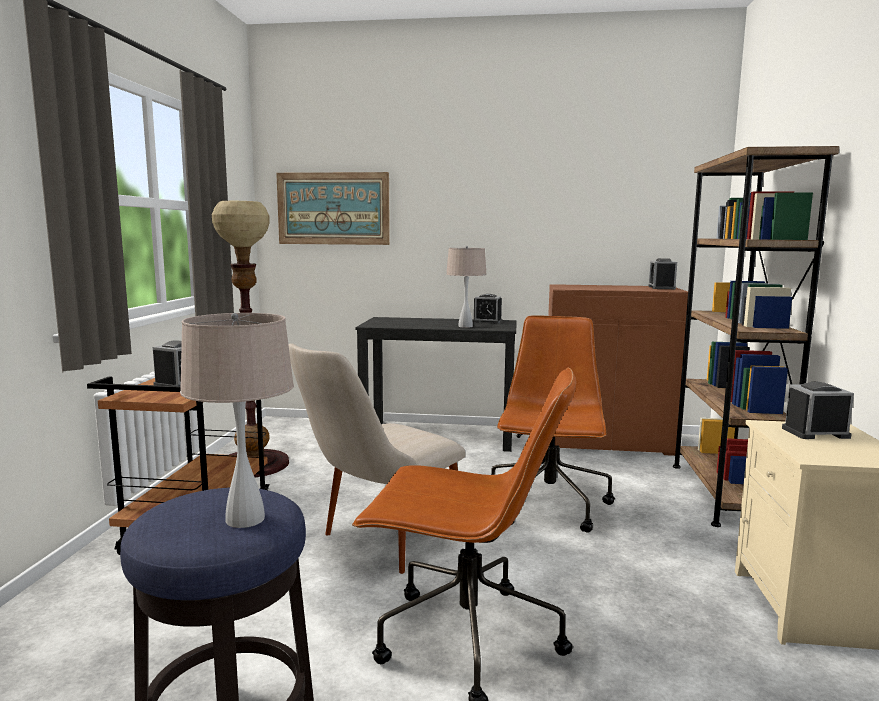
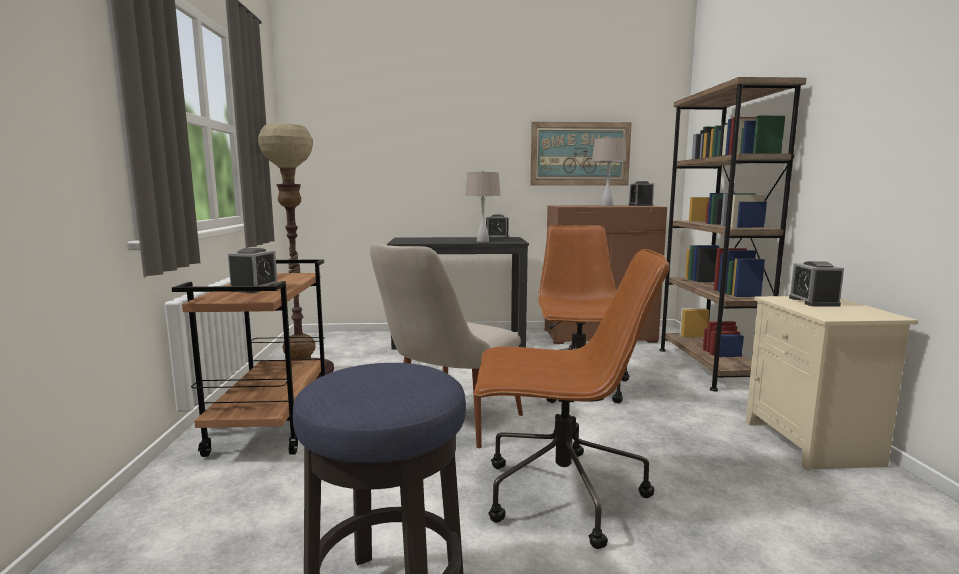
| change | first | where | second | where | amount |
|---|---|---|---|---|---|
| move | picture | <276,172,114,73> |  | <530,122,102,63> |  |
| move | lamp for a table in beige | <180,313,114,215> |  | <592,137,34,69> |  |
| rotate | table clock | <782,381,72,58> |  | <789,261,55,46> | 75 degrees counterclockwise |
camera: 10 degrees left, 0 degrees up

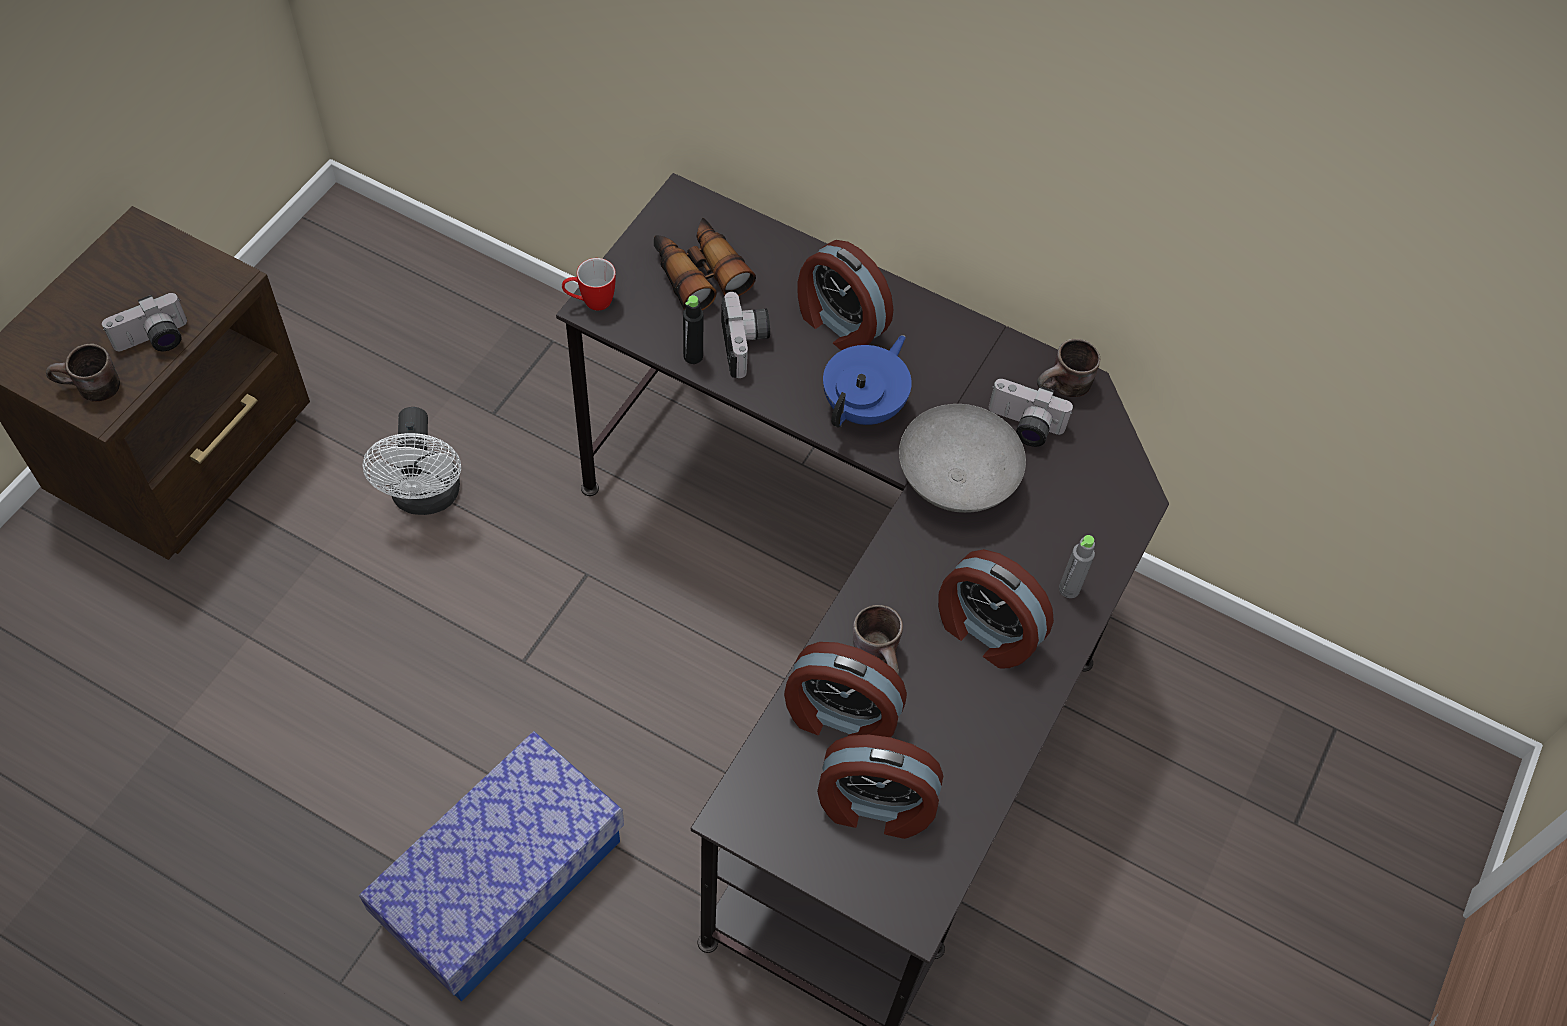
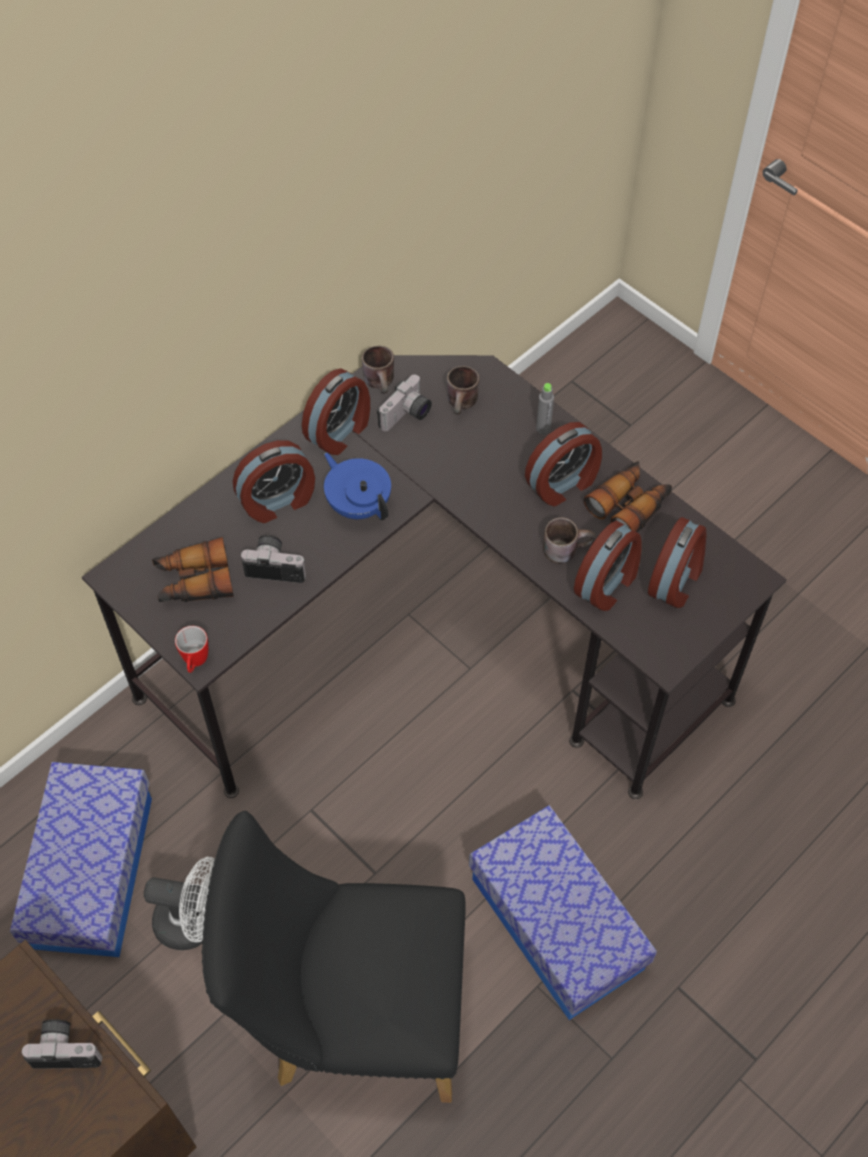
| change | first | where | second | where | amount |
|---|---|---|---|---|---|
| insert |  |  | storage container | <10,762,142,195> |  |
| rotate | still camera | <102,293,85,58> |  | <22,1019,80,50> | 75 degrees counterclockwise |
| insert |  |  | upright chair in blackish | <202,811,264,292> |  |
| insert |  |  | table clock | <302,368,68,87> |  |
| move | mug in brown | <46,344,74,58> |  | <447,366,33,49> |  |
| insert |  |  | binoculars | <584,461,88,71> |  |
| delete | beverage bottle in blackish | <683,295,20,69> |  |  |  |
| delete | deep dish in grey | <899,404,127,109> |  |  |  |
camera: 70 degrees left, 0 degrees up

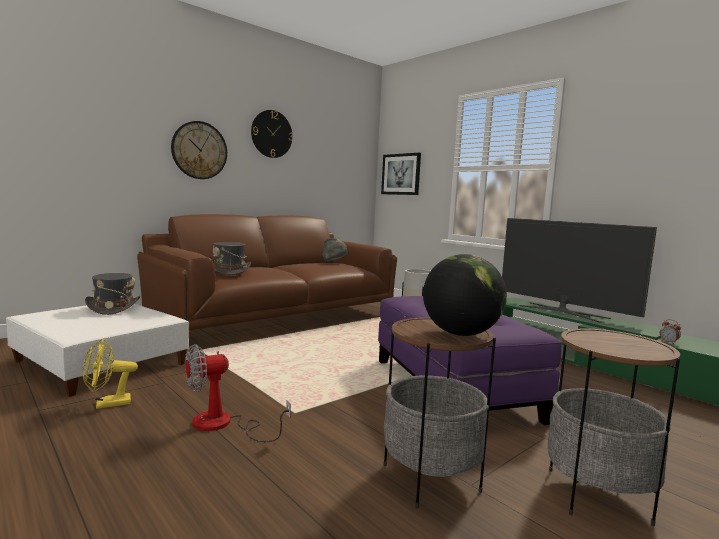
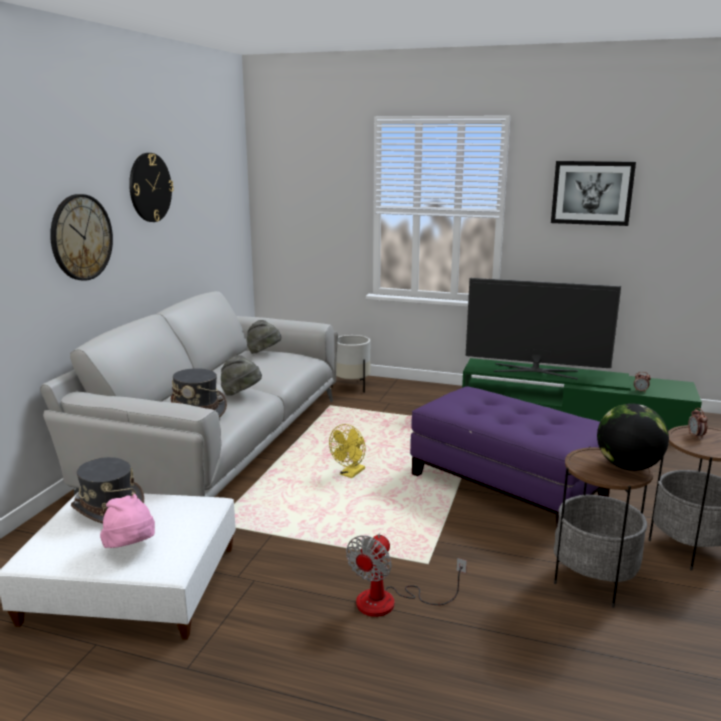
| change | first | where | second | where | amount |
|---|---|---|---|---|---|
| recolor | sofa in brown | <137,214,260,136> | sofa in grey | <40,291,298,206> |  |
| insert |  |  | clothing hat in pink | <100,494,55,54> |  |
| insert |  |  | clothing hat in grey | <221,355,41,41> |  |
| move | fan in yellowish | <83,339,55,70> |  | <329,424,36,54> |  |
| move | picture | <381,153,40,42> |  | <551,161,85,65> |  |
| insert |  |  | table clock | <688,408,19,31> |  |
camera: 30 degrees left, 10 degrees up

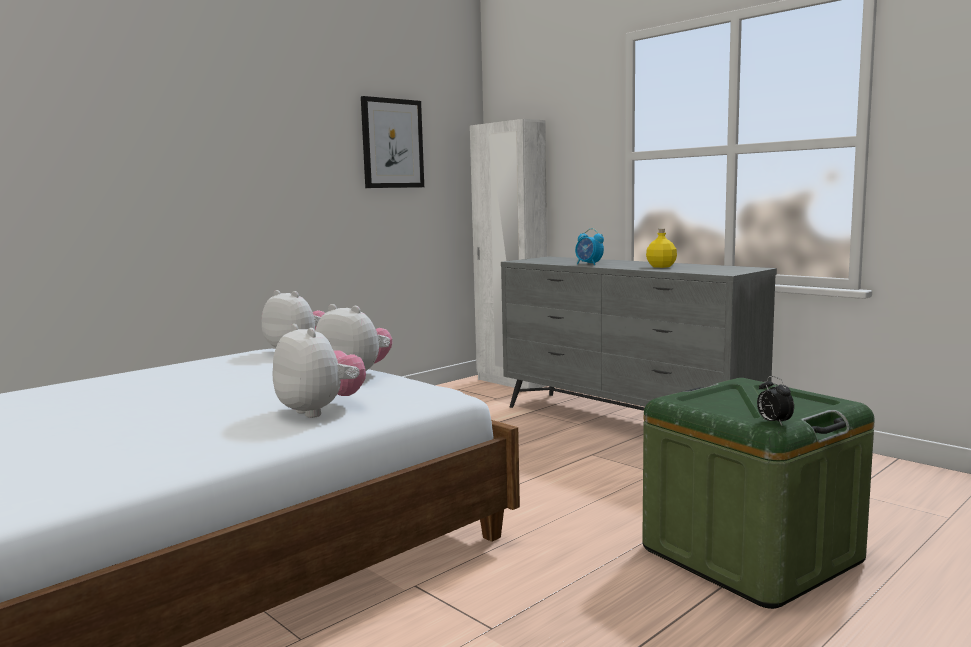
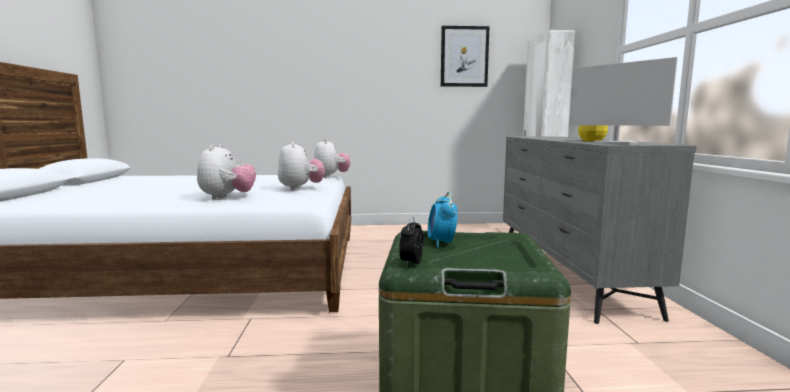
| change | first | where | second | where | amount |
|---|---|---|---|---|---|
| move | table clock | <575,228,29,37> |  | <428,192,30,56> |  |
| insert |  |  | computer display | <569,57,109,88> |  |
camera: 40 degrees right, 0 degrees up

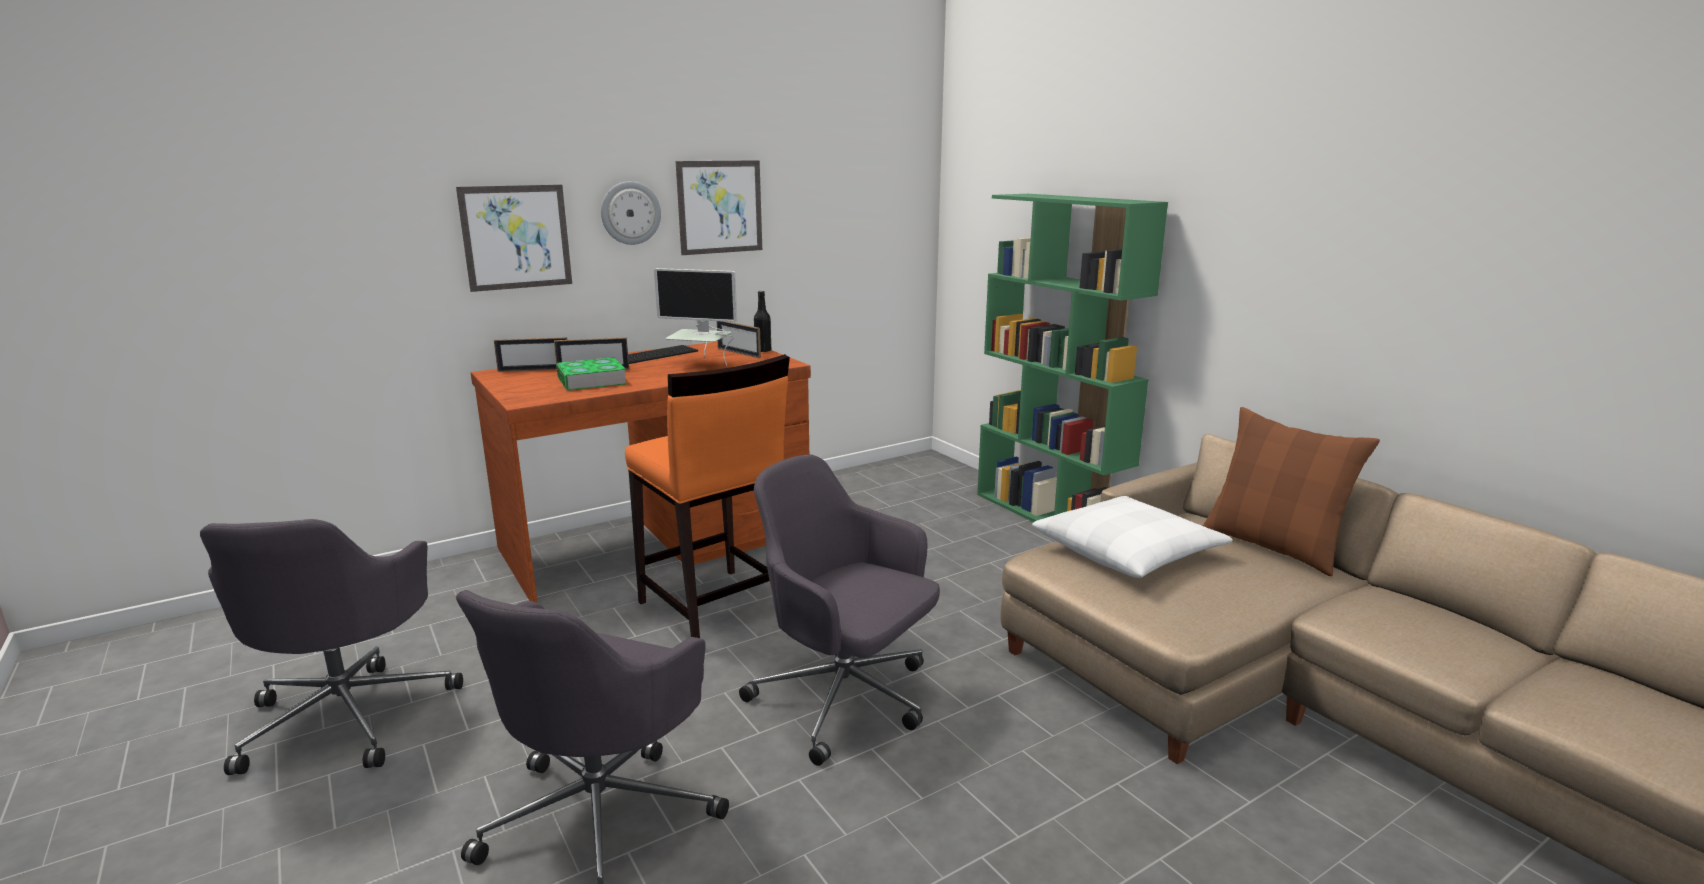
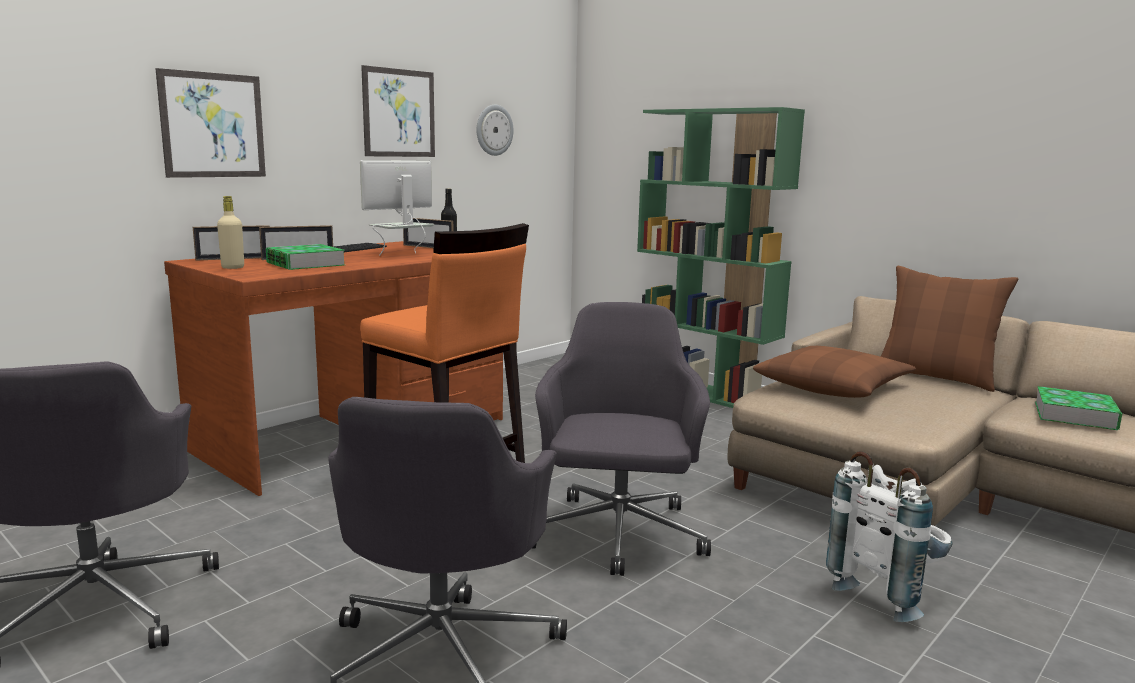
| change | first | where | second | where | amount |
|---|---|---|---|---|---|
| insert |  |  | beverage bottle in beige | <217,196,27,73> |  |
| rotate | computer display | <654,268,83,98> |  | <360,160,74,96> | 135 degrees clockwise |
| move | clock on the wall | <601,181,60,64> |  | <476,105,37,51> |  |
| rotate | office chair in grey | <739,455,201,311> |  | <532,302,179,274> | 75 degrees clockwise |
| recolor | pillow in white-coloured | <1032,496,201,82> | pillow in brown | <753,346,163,52> |  |
| insert |  |  | rucksack in white-coloured | <826,451,126,171> |  |
| insert |  |  | bound book | <1035,386,87,44> |  |
camera: 15 degrees left, 5 degrees down

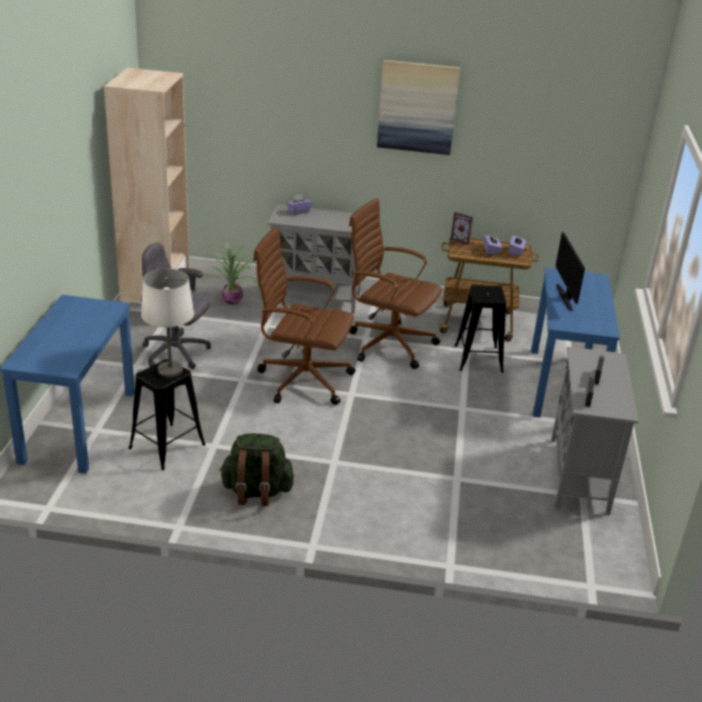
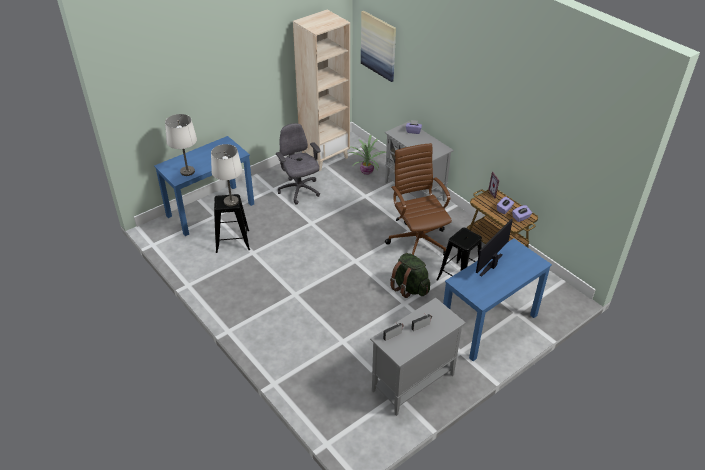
| change | first | where | second | where | amount |
|---|---|---|---|---|---|
| insert |  |  | lamp for a table in white-coloured | <165,114,32,62> |  |
| move | picture | <377,60,83,95> |  | <361,11,35,71> |  |
| move | rucksack in green-coloured | <219,433,75,73> |  | <390,253,40,45> |  |
| delete | office chair in brown | <253,227,103,178> |  |  |  |
camera: 45 degrees right, 10 degrees up

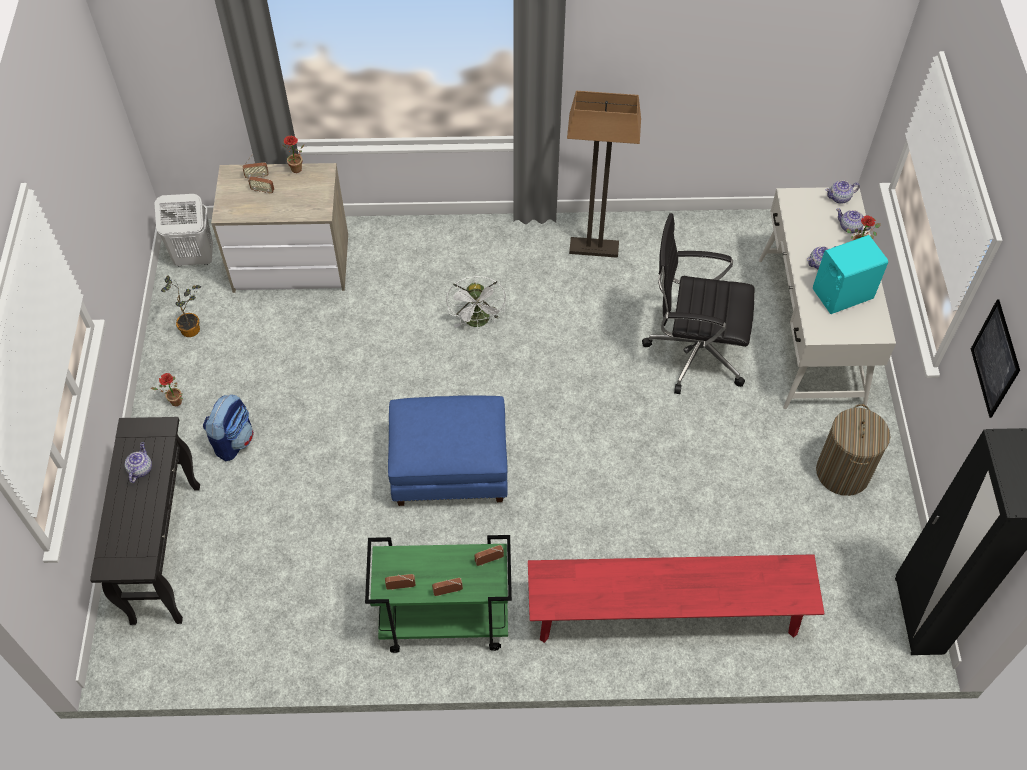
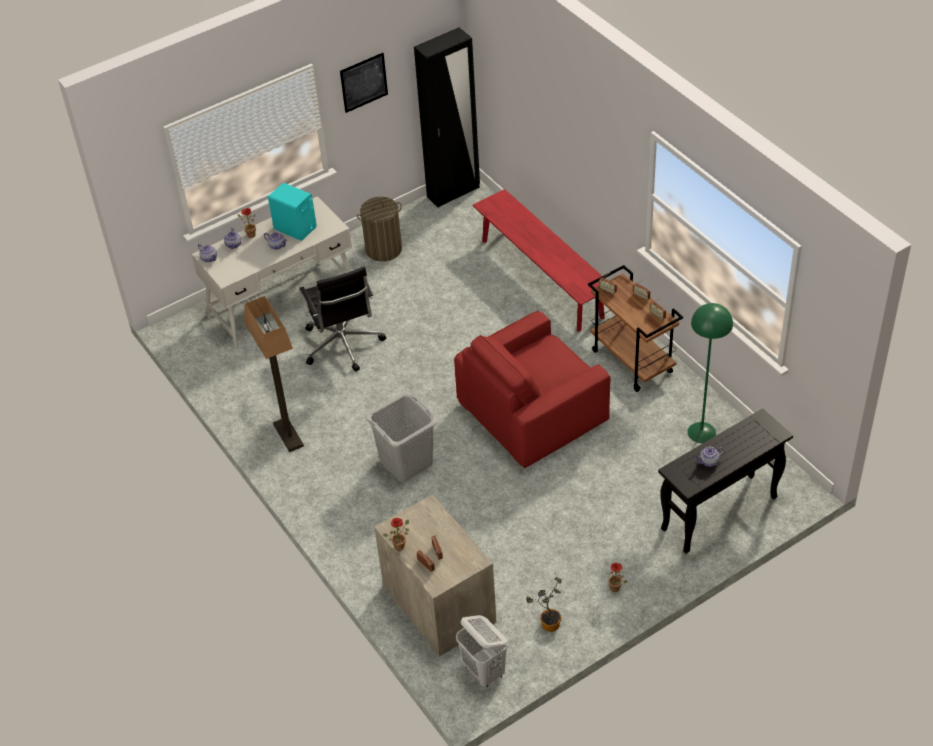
| change | first | where | second | where | amount |
|---|---|---|---|---|---|
| replace | fan in white-coloured | <446,276,60,51> | hamper in grey | <365,392,73,90> |  |
| replace | ottoman in blue-coloured | <388,395,120,111> | armchair in red | <454,311,156,157> |  |
| recolor | wheeled cart in green-coloured | <365,535,147,118> | wheeled cart in brown | <588,265,95,127> |  |
| insert |  |  | standing lamp in green-coloured | <687,303,46,140> |  |
| delete | rucksack | <203,394,51,67> |  |  |  |
camera: 120 degrees left, 10 degrees down

